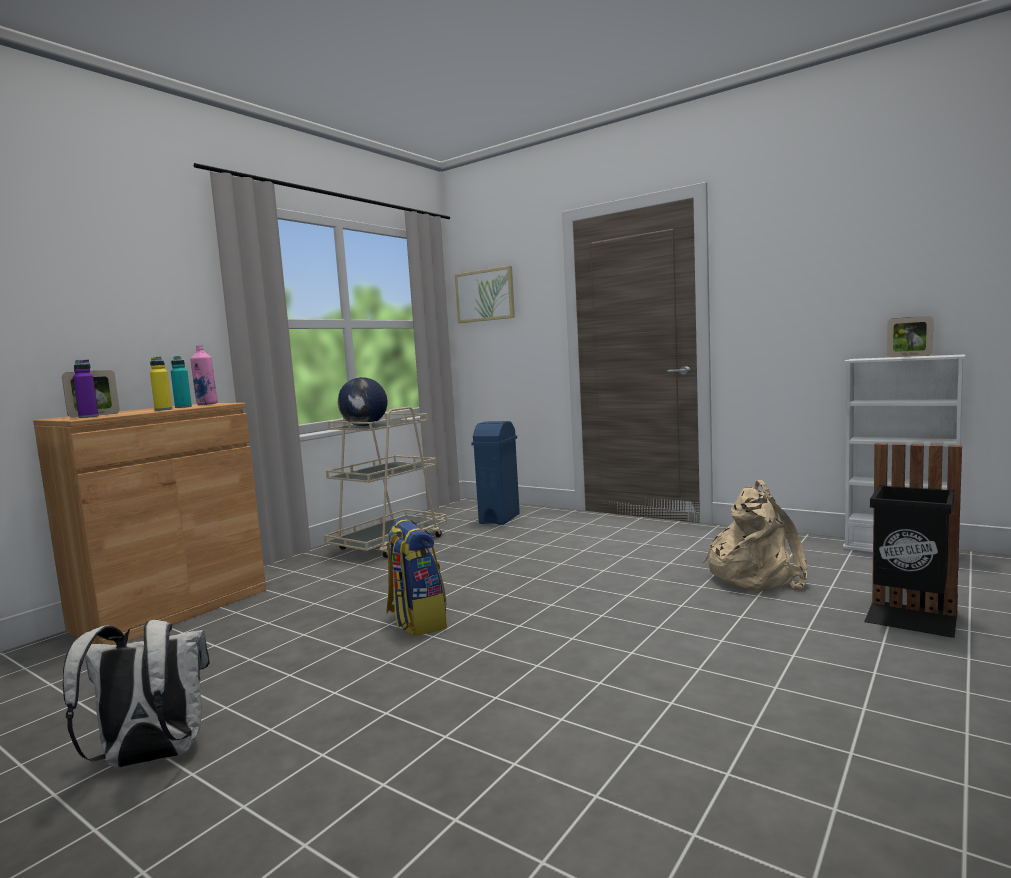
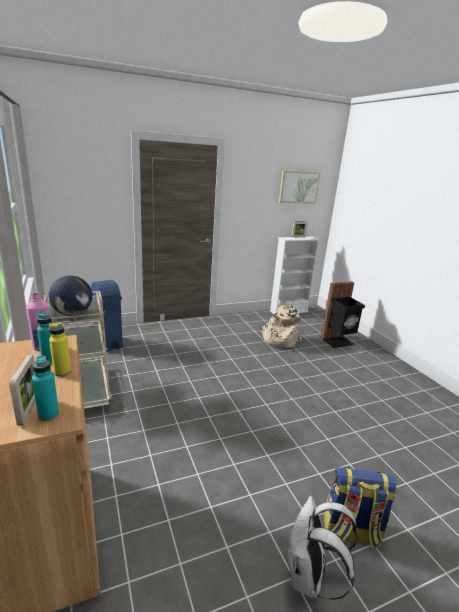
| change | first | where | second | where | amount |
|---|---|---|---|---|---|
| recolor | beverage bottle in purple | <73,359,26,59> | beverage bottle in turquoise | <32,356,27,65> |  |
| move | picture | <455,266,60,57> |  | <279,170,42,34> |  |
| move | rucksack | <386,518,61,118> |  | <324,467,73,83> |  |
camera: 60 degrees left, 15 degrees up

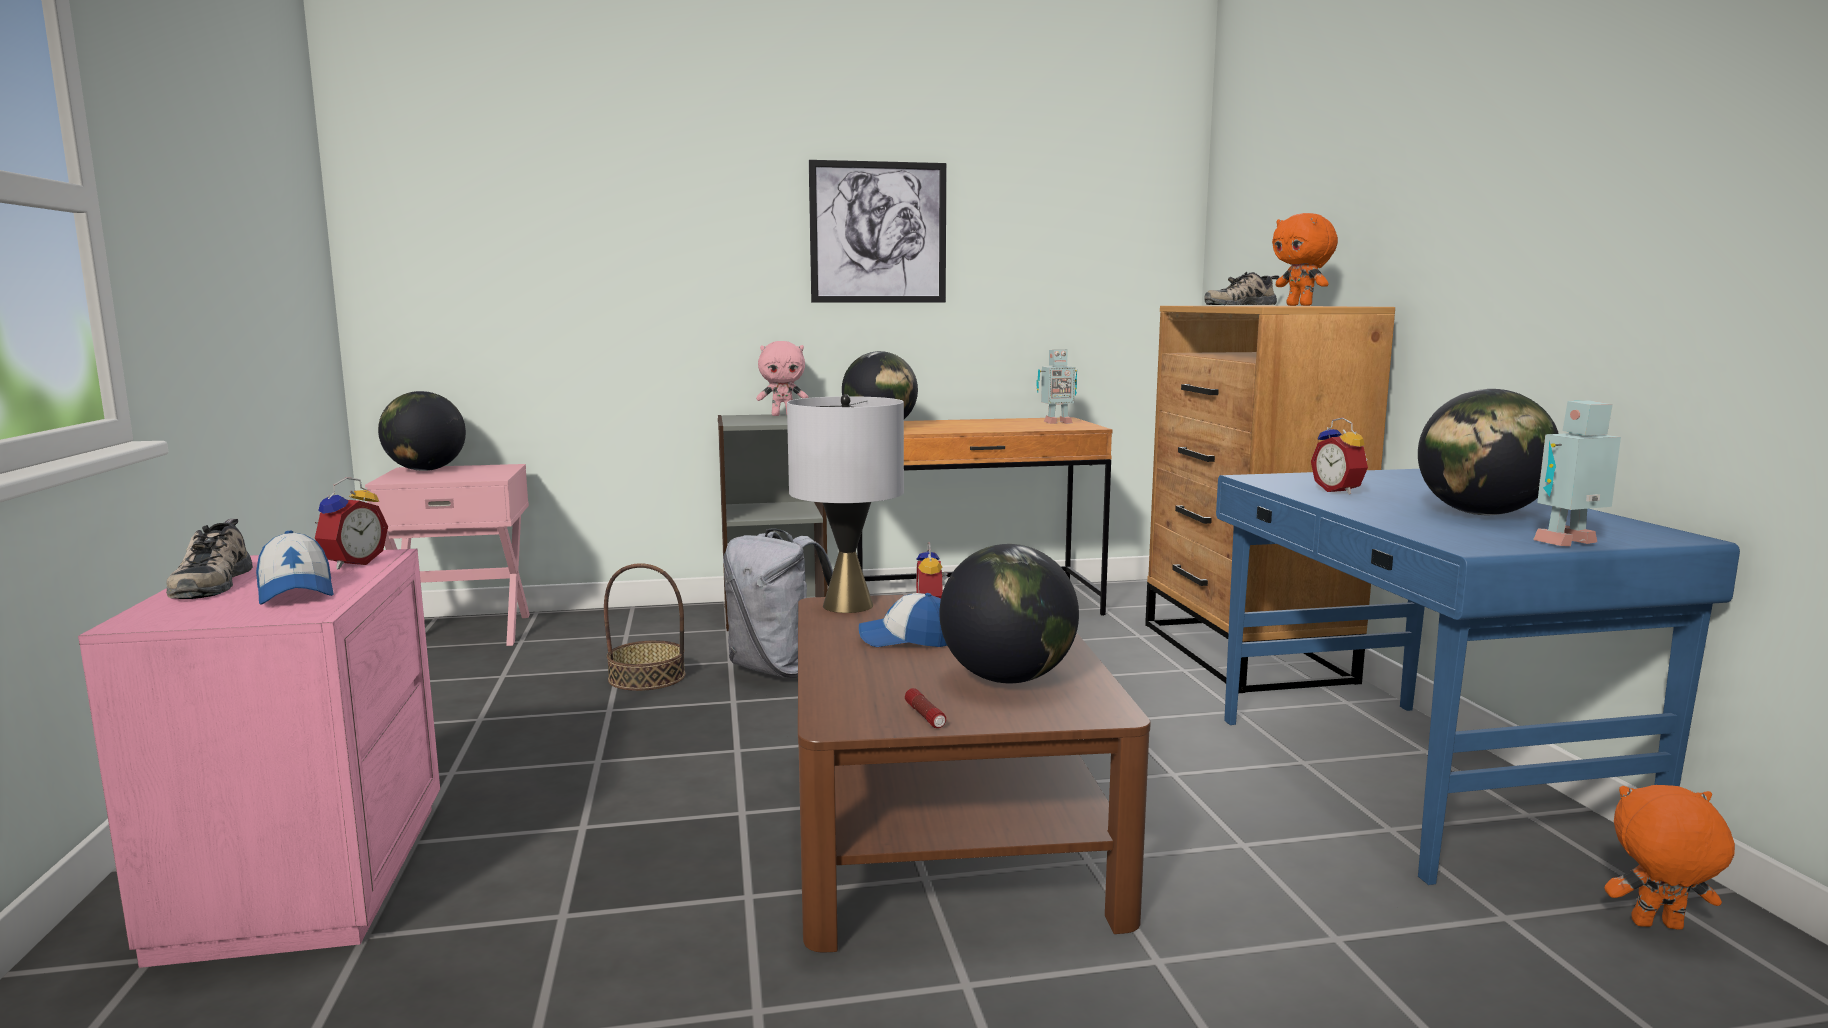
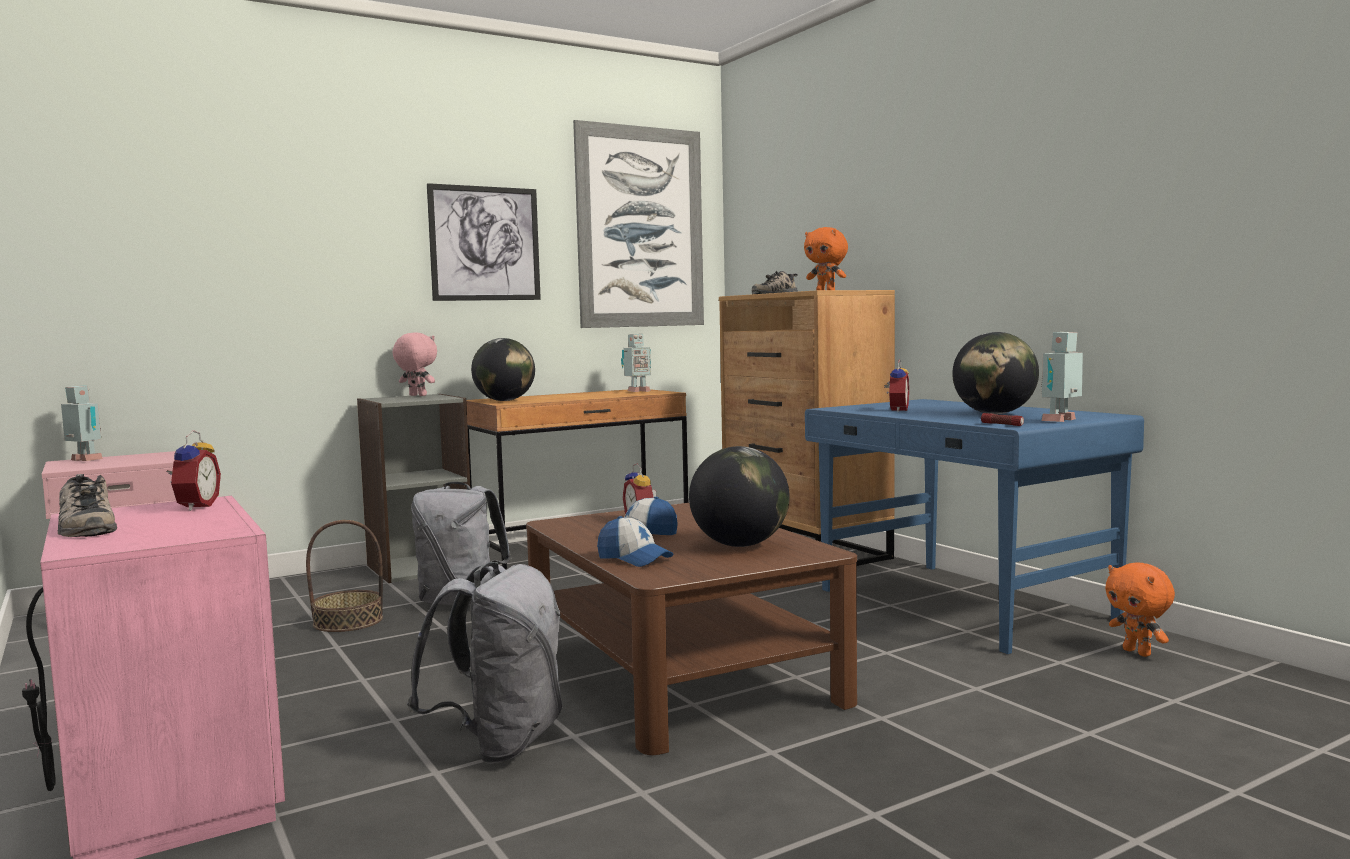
| change | first | where | second | where | amount |
|---|---|---|---|---|---|
| replace | world globe | <378,391,88,80> | toy robot | <61,386,42,75> |  |
| rotate | plush toy in pink | <756,341,53,75> |  | <393,332,44,64> | 120 degrees counterclockwise |
| insert |  |  | rucksack in grey | <407,562,155,202> |  |
| insert |  |  | picture | <573,120,131,208> |  |
| move | peaked cap | <256,531,78,73> |  | <597,516,76,51> |  |
| rotate | table clock | <1311,417,57,78> |  | <884,359,25,53> | 120 degrees counterclockwise |
| move | hand torch | <905,688,41,40> |  | <981,413,43,13> |  |
| rotate | plush toy in orange | <1605,785,130,145> |  | <1105,563,70,94> | 105 degrees counterclockwise |
| delete | lamp for a table in grey | <787,394,117,219> |  |  |  |
camera: 20 degrees left, 5 degrees down

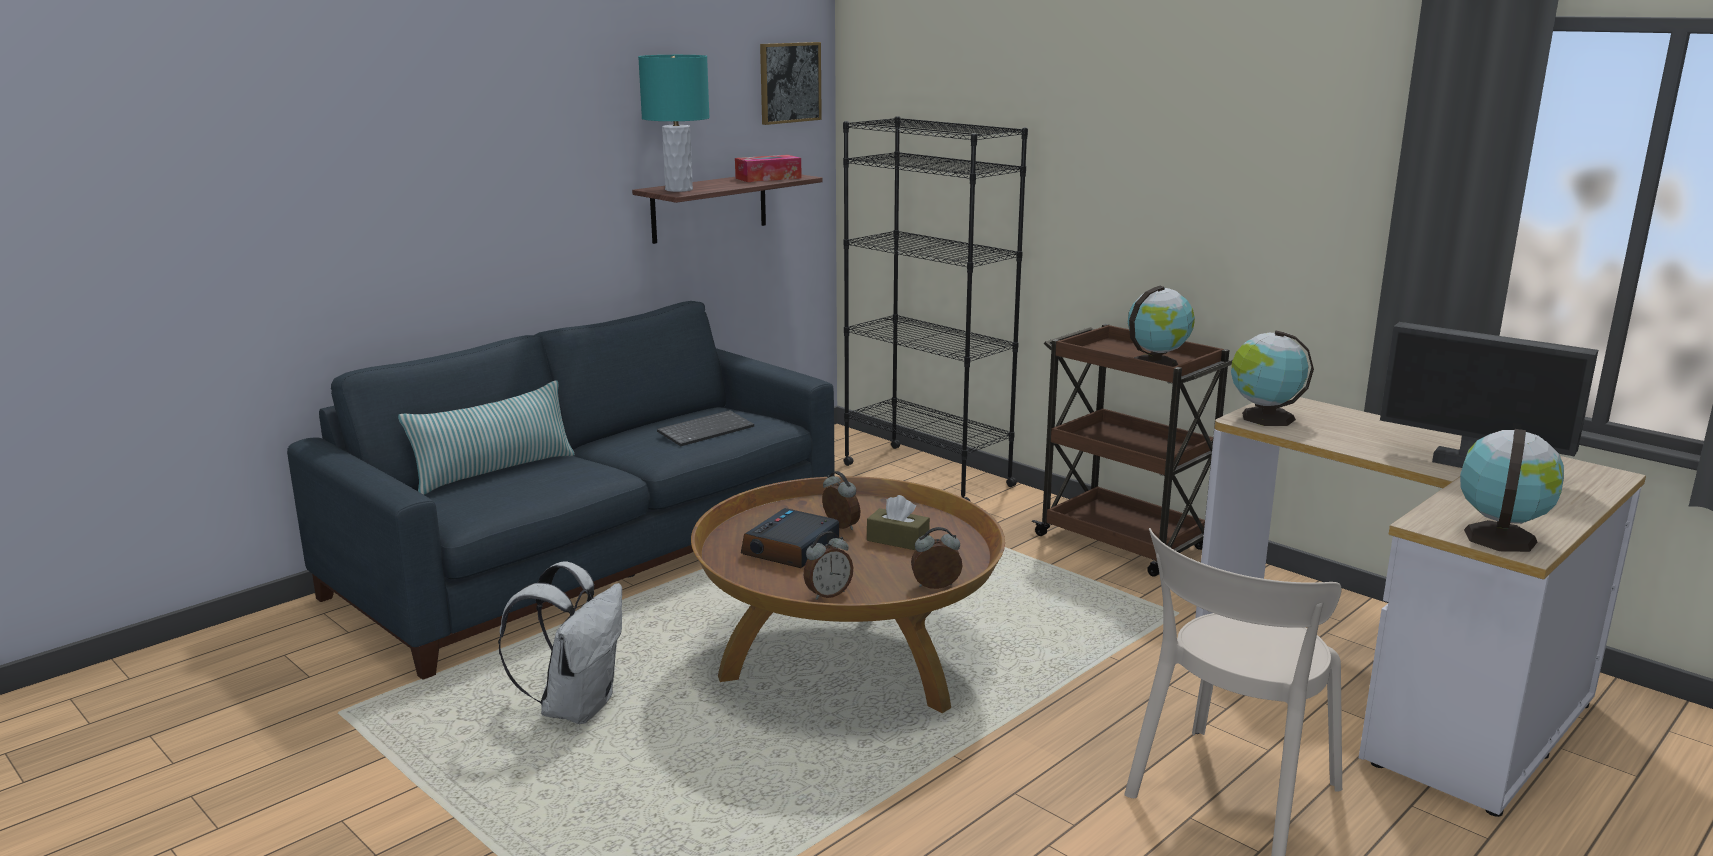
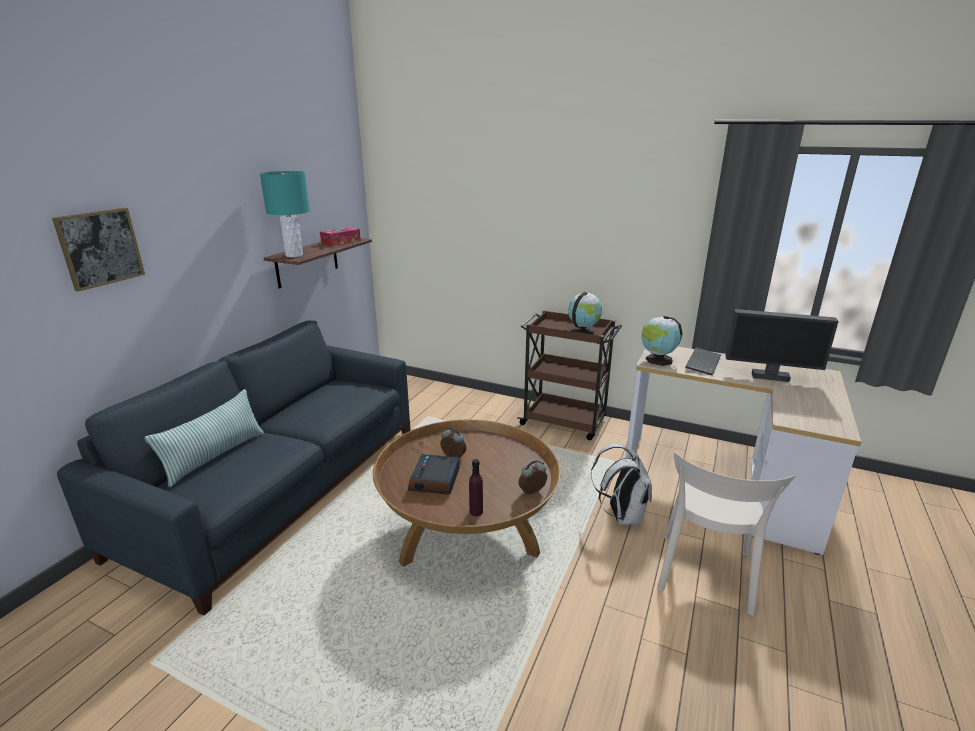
| change | first | where | second | where | amount |
|---|---|---|---|---|---|
| move | picture | <760,42,62,83> |  | <52,208,93,84> |  |
| replace | table clock | <804,531,49,69> | beverage bottle in purple | <469,459,14,57> |  |
| move | rucksack in white-coloured | <498,562,124,162> |  | <591,444,61,81> |  |
| move | PC keyboard | <657,410,97,36> |  | <685,348,36,28> |  |
| delete | bookcase in blackish | <843,116,185,385> |  |  |  |
| delete | tissue holder in brown | <867,495,63,55> |  |  |  |
| delete | world globe | <1460,429,104,123> |  |  |  |
camera: 20 degrees left, 5 degrees up

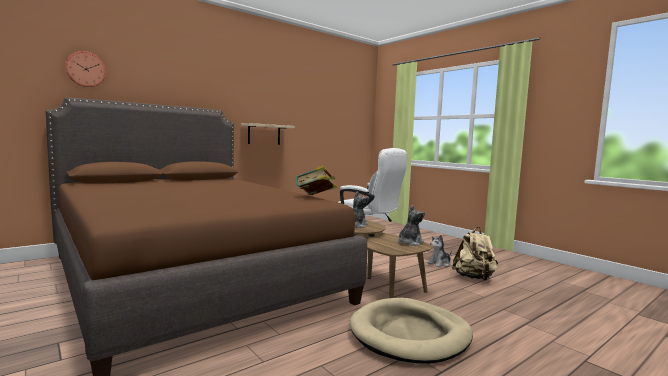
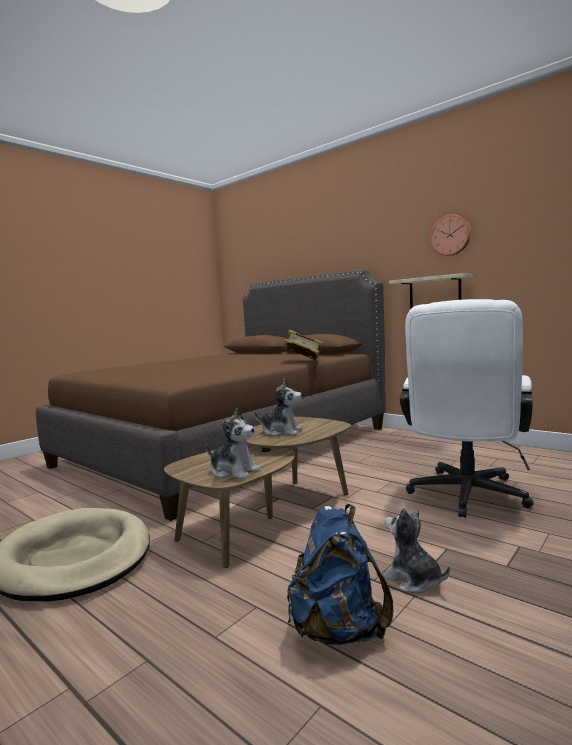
| change | first | where | second | where | amount |
|---|---|---|---|---|---|
| move | bound book | <296,166,41,29> |  | <284,330,39,30> |  |
| recolor | rucksack in beige | <452,227,46,53> | rucksack in blue-coloured | <287,504,106,141> |  |
| move | clock on the wall | <65,51,41,36> |  | <430,214,41,42> |  |
camera: 80 degrees right, 0 degrees up

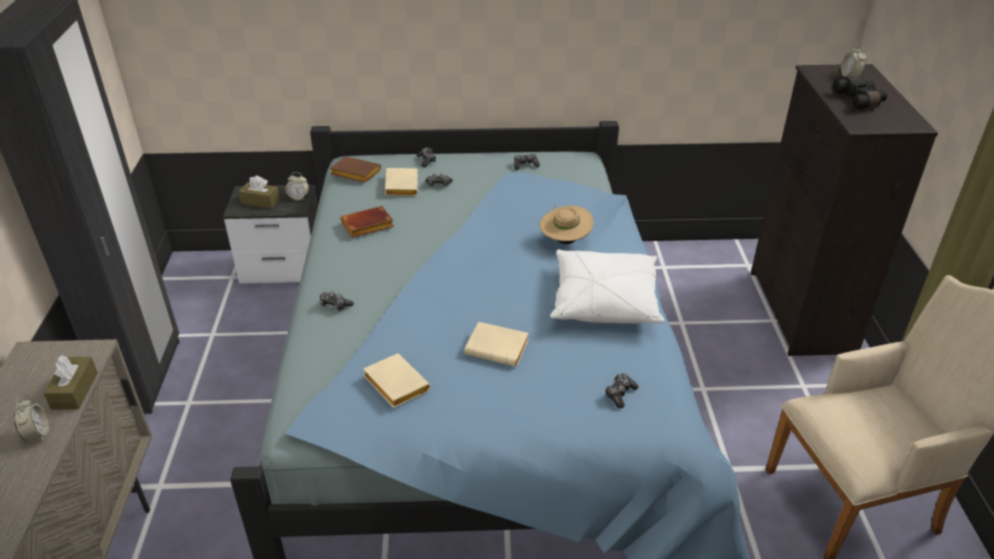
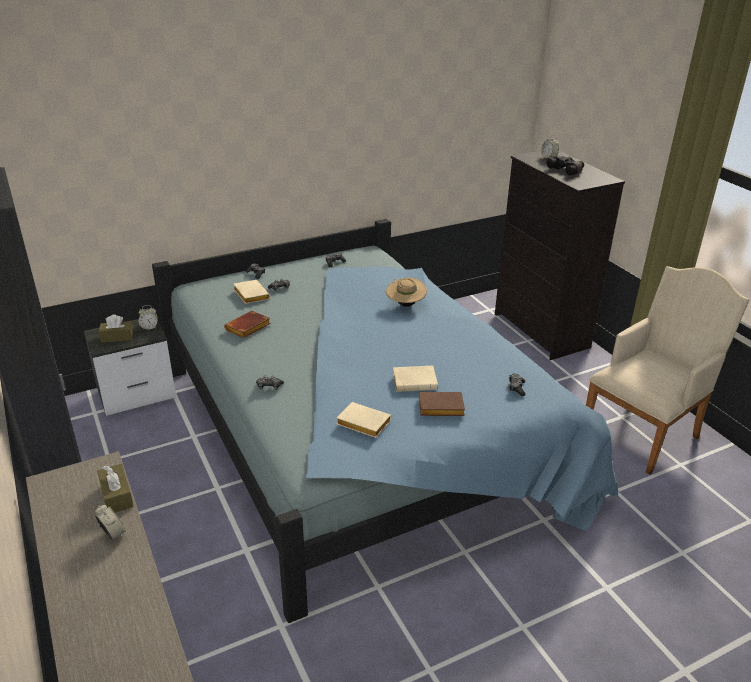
| change | first | where | second | where | amount |
|---|---|---|---|---|---|
| move | bound book in brown | <330,156,51,27> |  | <419,392,46,24> |  |
| delete | pillow in white-coloured | <550,249,114,74> |  |  |  |
camera: 25 degrees left, 5 degrees down

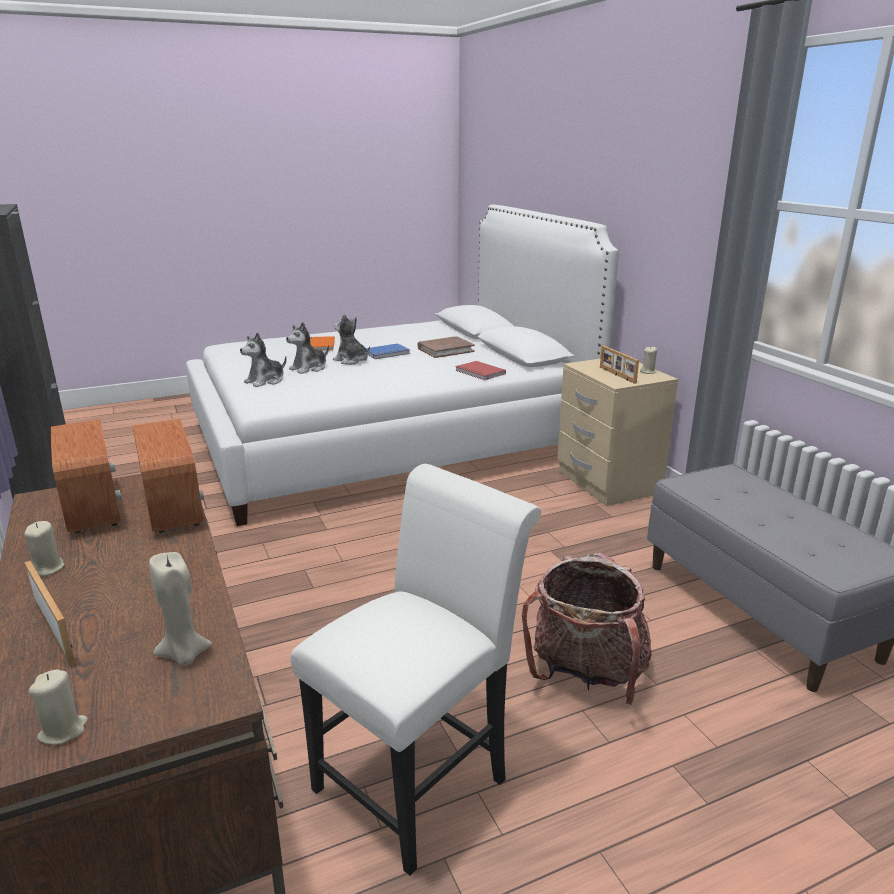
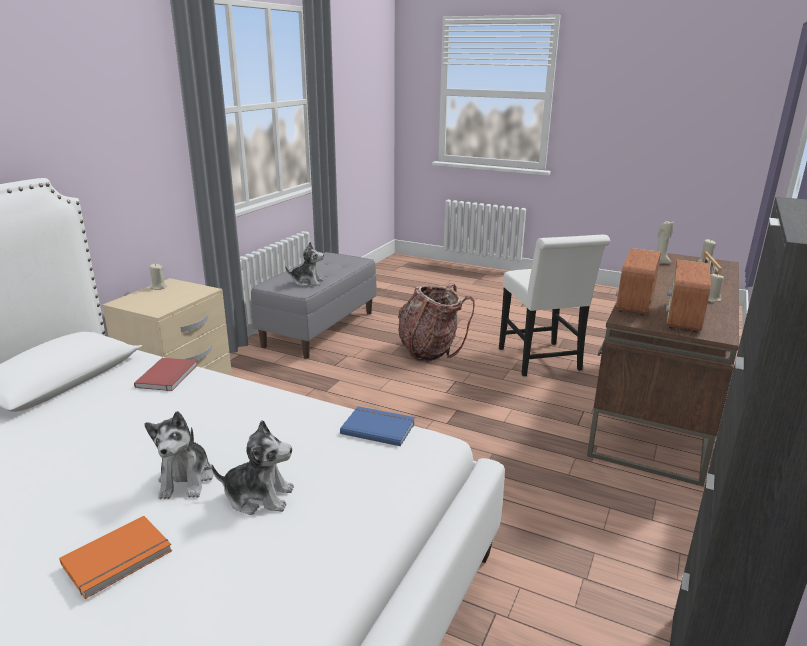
| change | first | where | second | where | amount |
|---|---|---|---|---|---|
| move | plush toy | <240,332,47,55> |  | <285,242,39,45> |  |
| move | bound book in blue-coloured | <366,343,44,16> |  | <340,406,75,40> |  |
| rotate | upright chair in white-coloured | <291,464,250,412> |  | <499,235,111,141> | 105 degrees counterclockwise |
| delete | bound book in brown | <417,336,58,22> |  |  |  |
| delete | standing frame | <600,345,39,39> |  |  |  |
camera: 130 degrees left, 0 degrees up

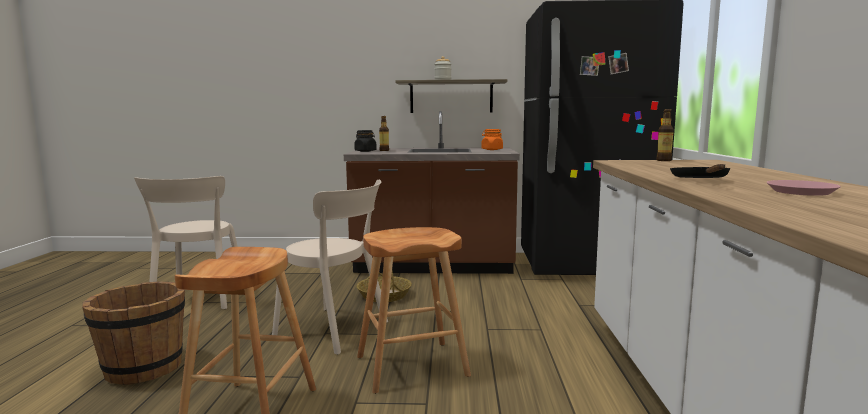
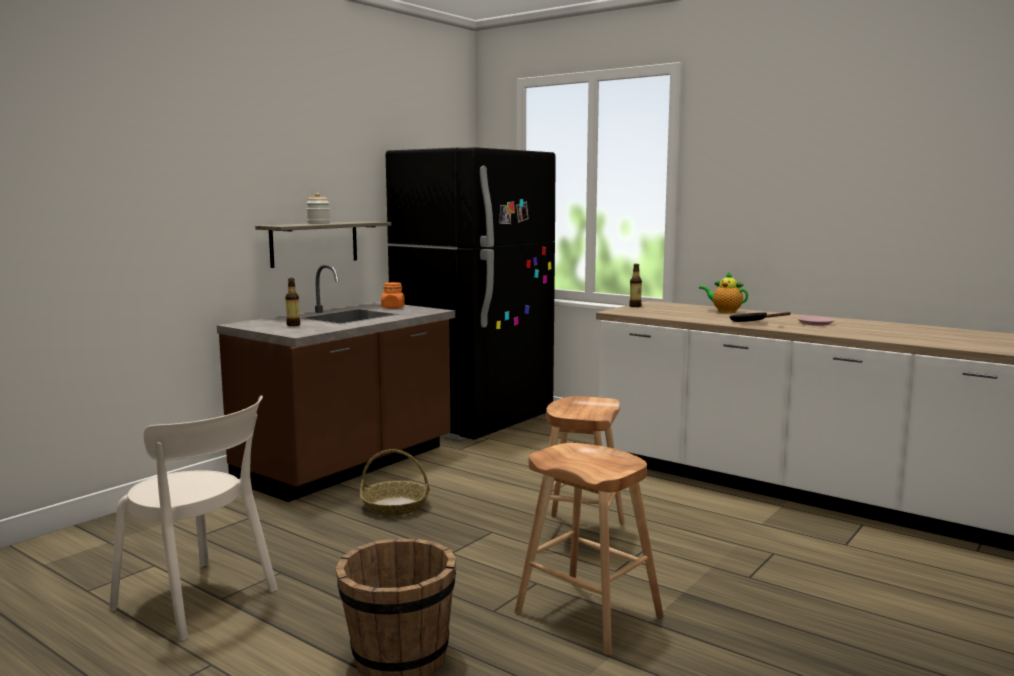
| change | first | where | second | where | amount |
|---|---|---|---|---|---|
| insert |  |  | tea pot | <699,271,49,42> |  |
| delete | upright chair in beige | <272,180,116,175> |  |  |  |
| delete | storage jar in blackish | <354,130,23,22> |  |  |  |
camera: 55 degrees left, 0 degrees up

